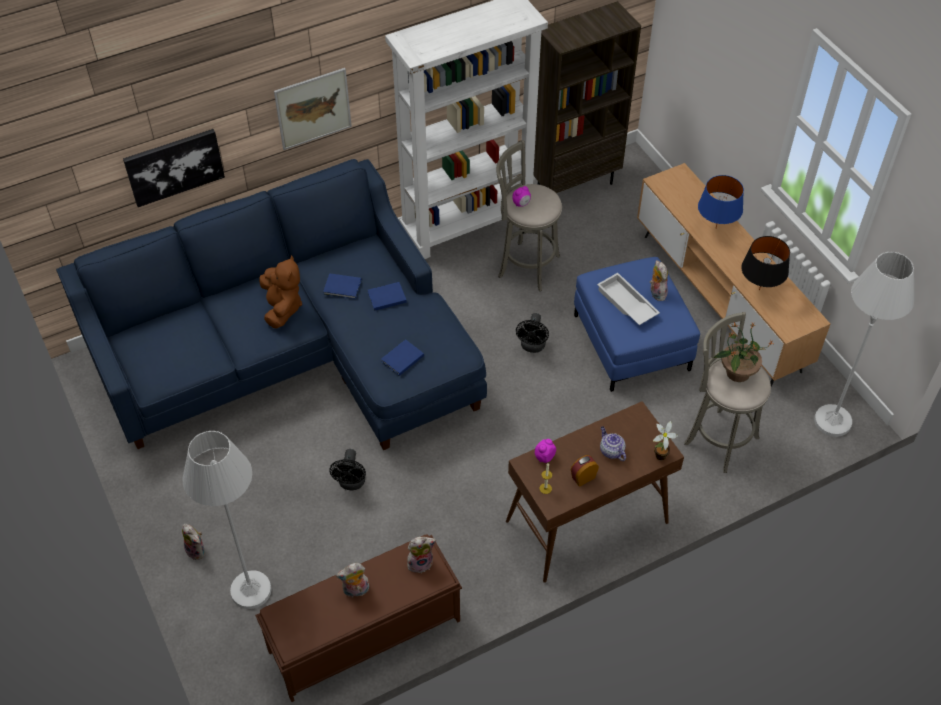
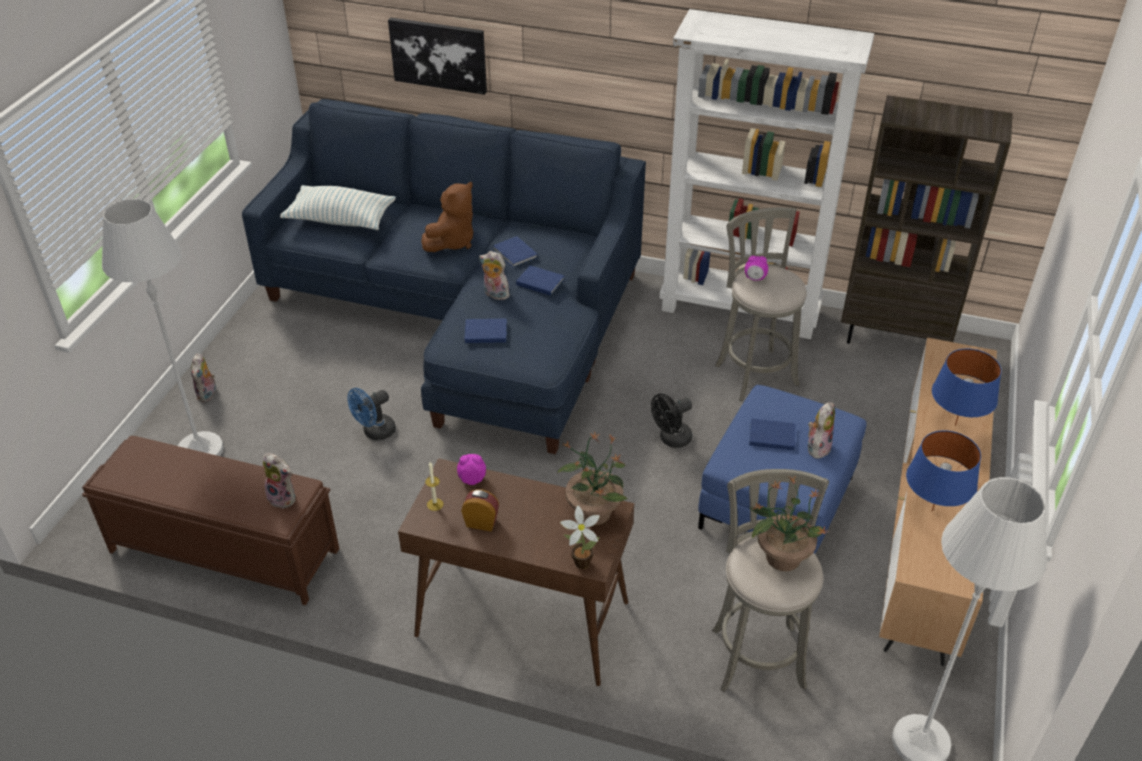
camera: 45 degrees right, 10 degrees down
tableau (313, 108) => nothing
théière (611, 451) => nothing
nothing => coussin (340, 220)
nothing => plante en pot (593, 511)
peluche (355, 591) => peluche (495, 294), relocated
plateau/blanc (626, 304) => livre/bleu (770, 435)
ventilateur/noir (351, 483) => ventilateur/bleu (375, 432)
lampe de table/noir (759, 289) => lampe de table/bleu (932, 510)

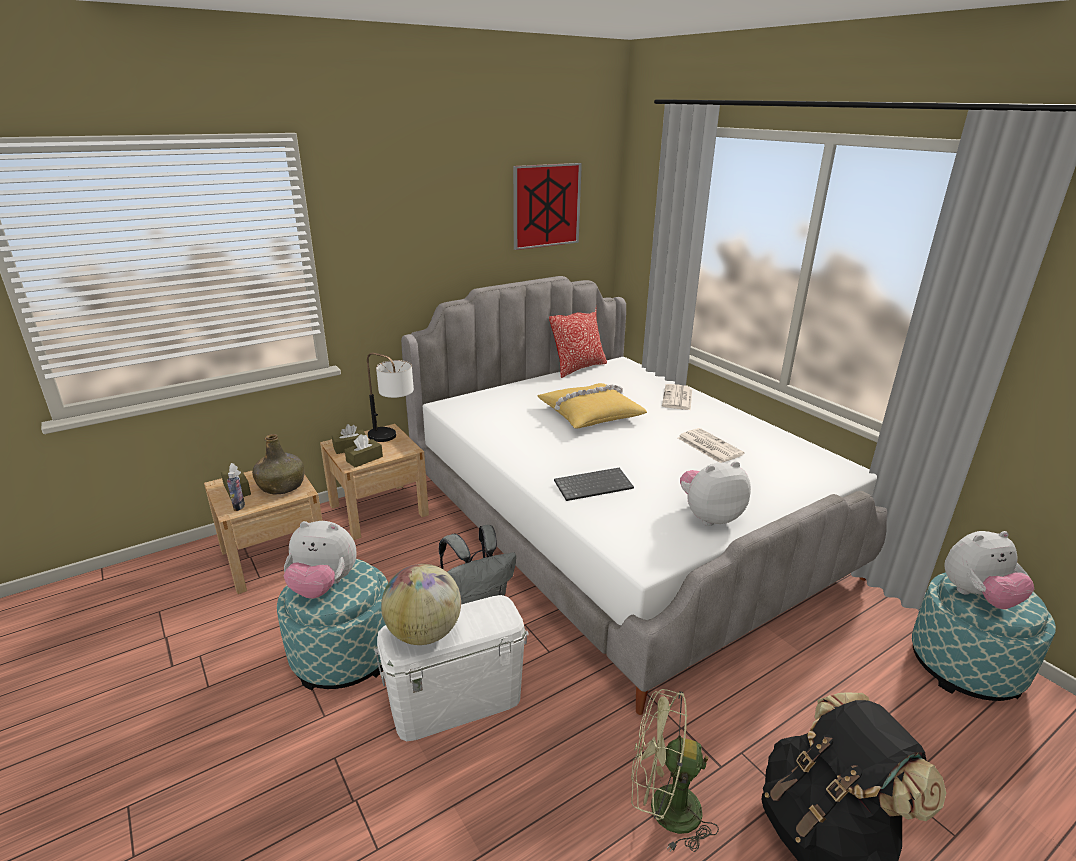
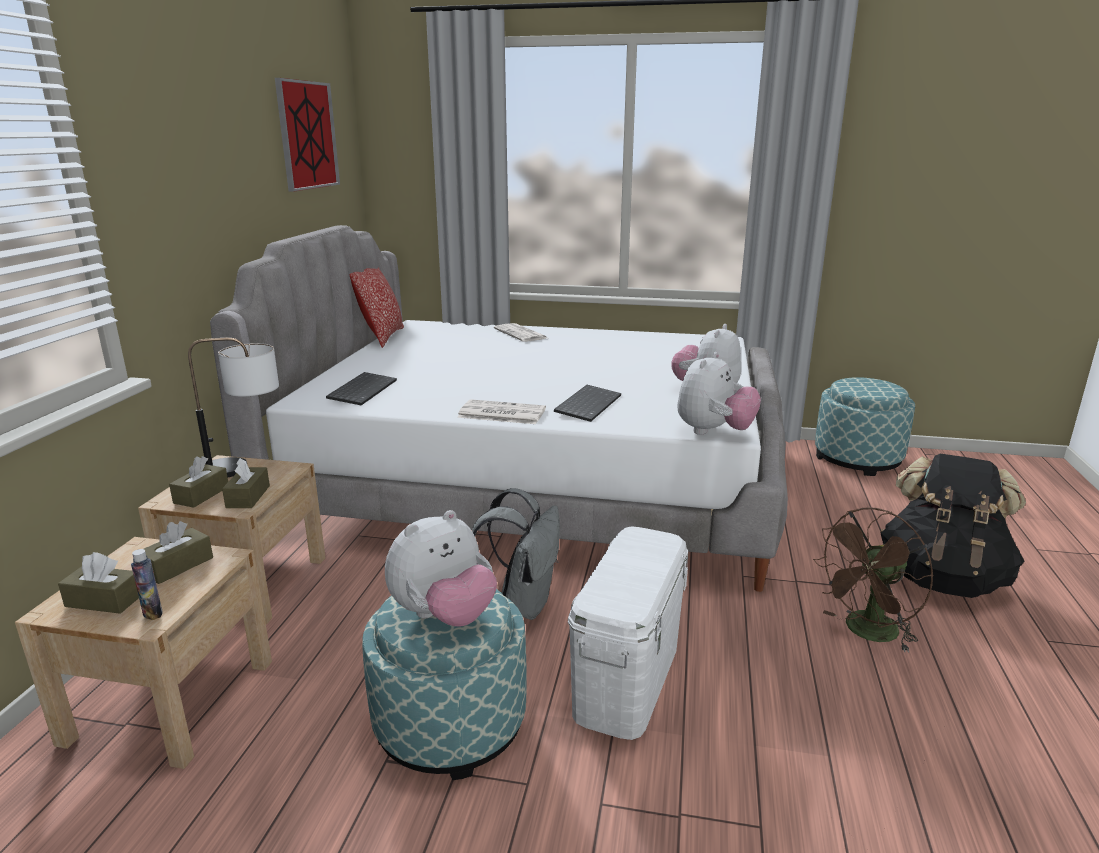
camera: 45 degrees left, 5 degrees down
globe (424, 633) => nothing
coussin/jaune (589, 414) => nothing
nothing => clavier (362, 390)
journal (708, 446) => journal (500, 413), relocated
peluche (977, 596) => peluche (714, 432), relocated
bouteille/vert (282, 486) => boîte à mouchoirs/marron (178, 566)
ventilateur/vert (663, 809) => ventilateur/marron (866, 633)

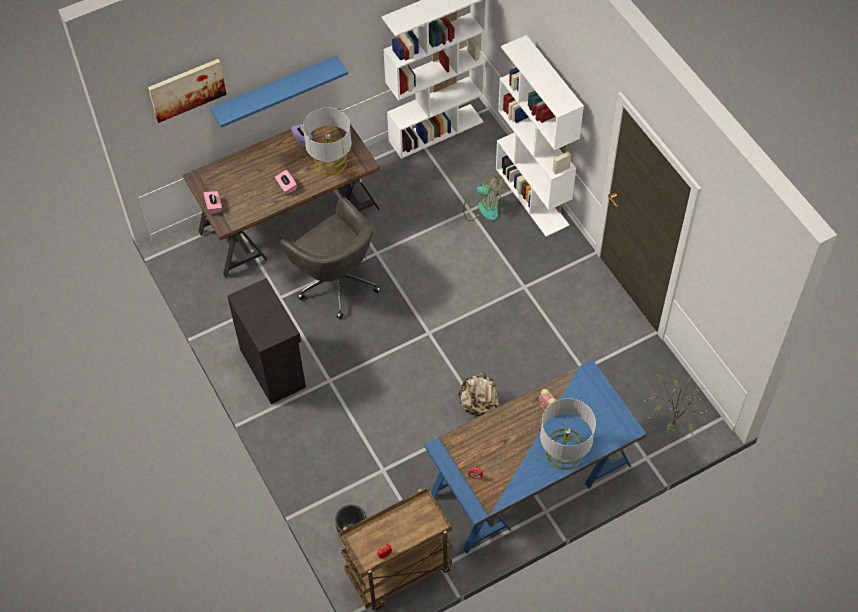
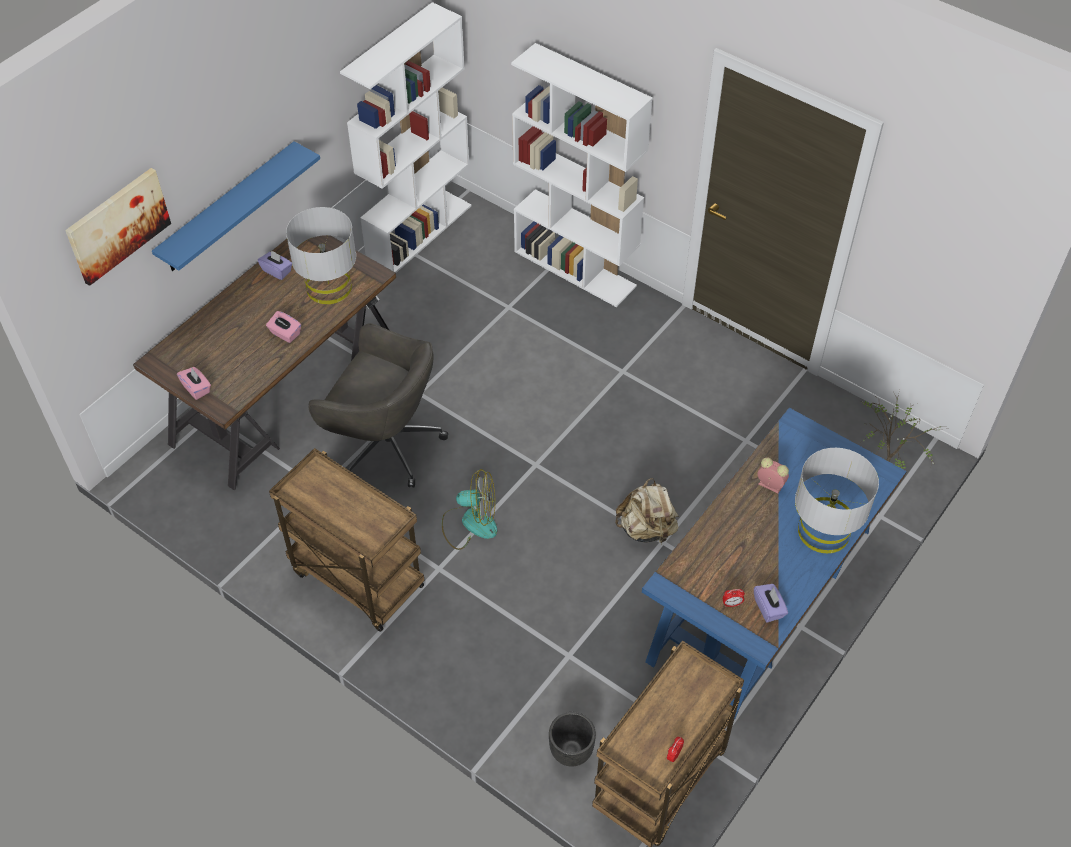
camera: 25 degrees left, 5 degrees down
nothing => boîte à mouchoirs/violet (769, 608)
ventilateur (483, 207) => ventilateur (470, 523), relocated
meuble de rangement/noir (273, 367) => chariot/marron (355, 579)

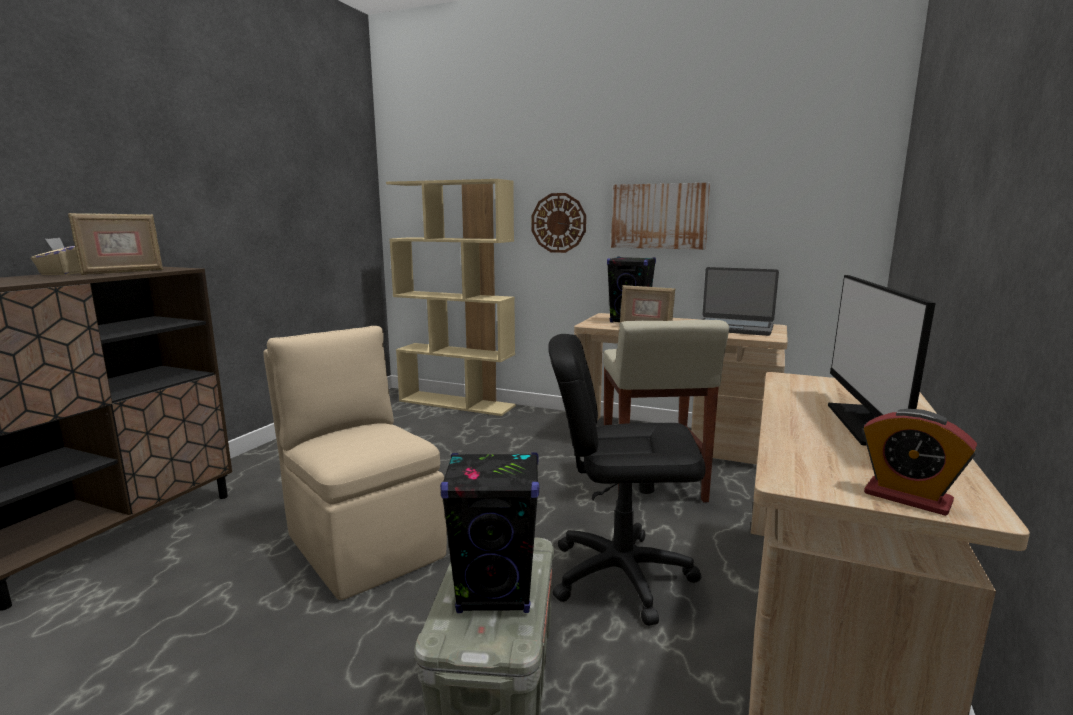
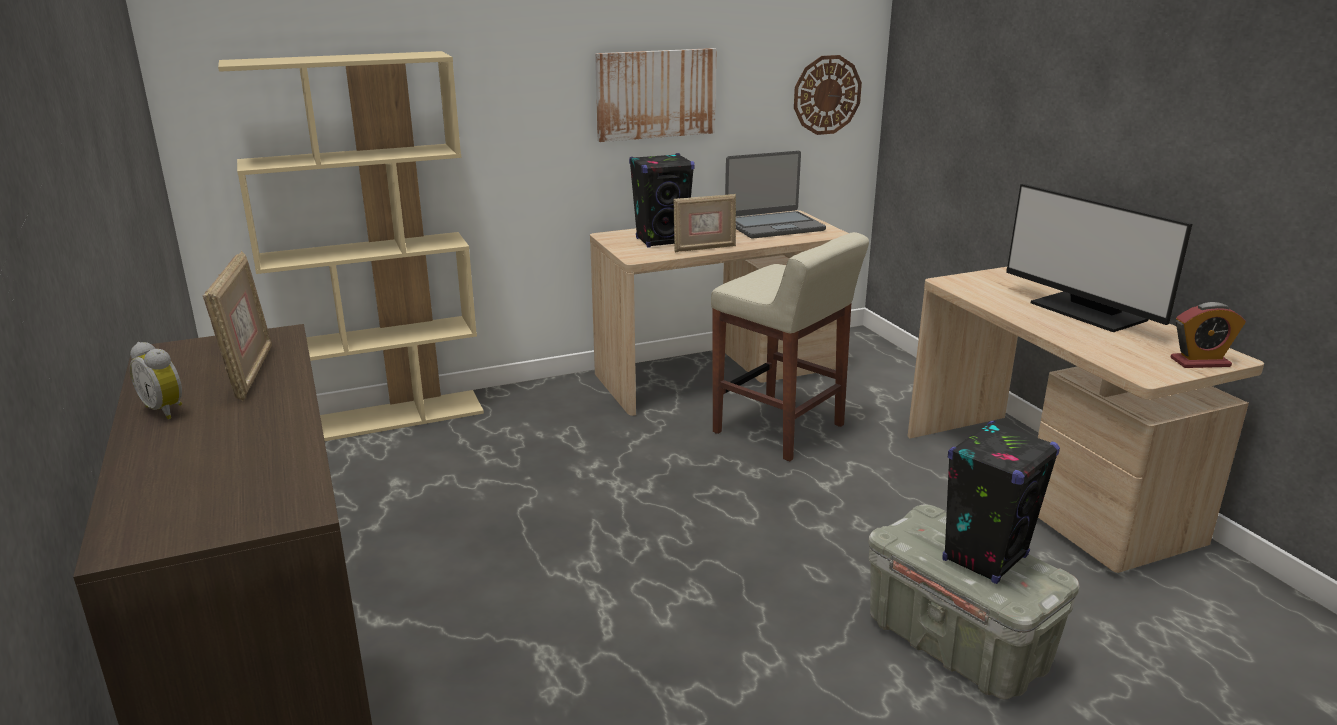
camera: 45 degrees left, 10 degrees up
chaise/beige (363, 543) => nothing
chaise de bureau/noir (620, 575) => nothing
horloge murale (558, 223) => horloge murale (827, 95), relocated
boîte à mouchoirs/beige (64, 273) => réveil (166, 410)

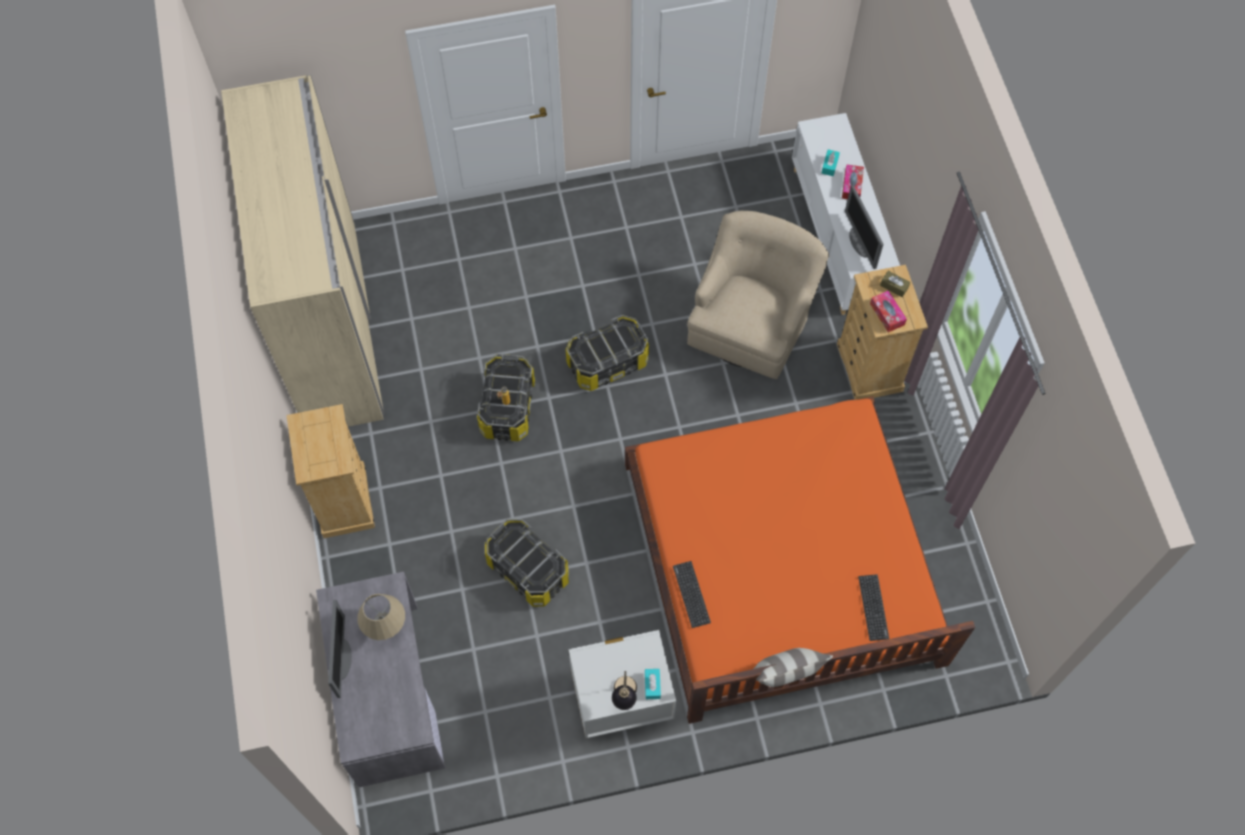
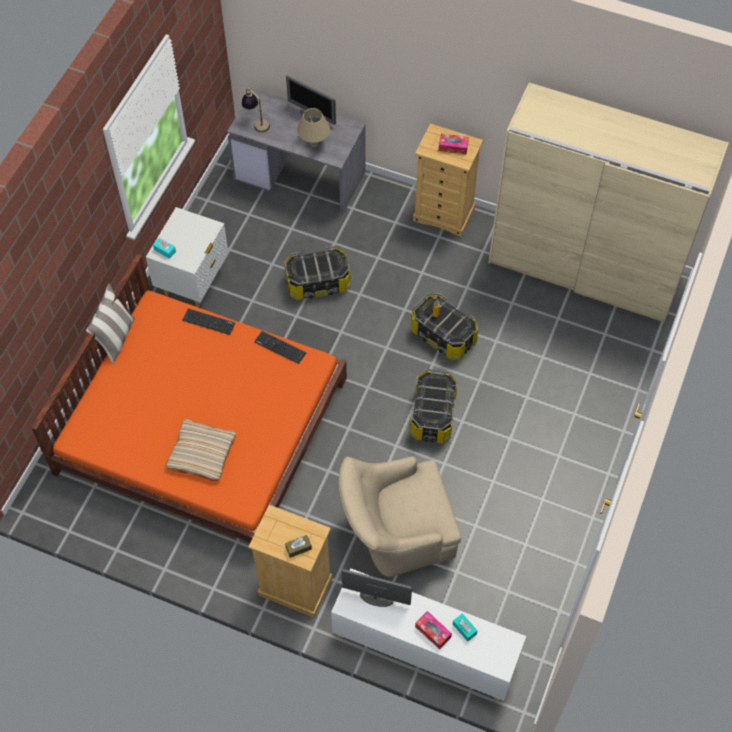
camera: 125 degrees right, 5 degrees down
nothing => coussin/beige (201, 452)
lampe de table (624, 697) => lampe de table (256, 123), relocated
clavier (873, 607) => clavier (280, 347), relocated
boîte à mouchoirs (887, 314) => boîte à mouchoirs (453, 147), relocated
fauteuil/beige (751, 321) => fauteuil/beige (396, 531), 105 degrees clockwise

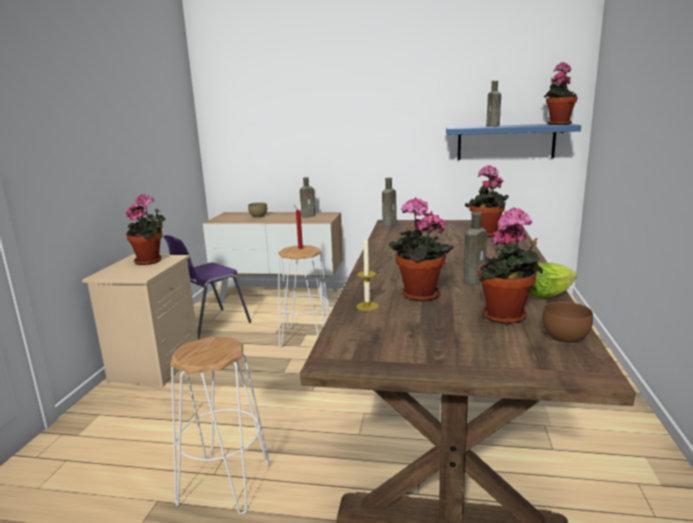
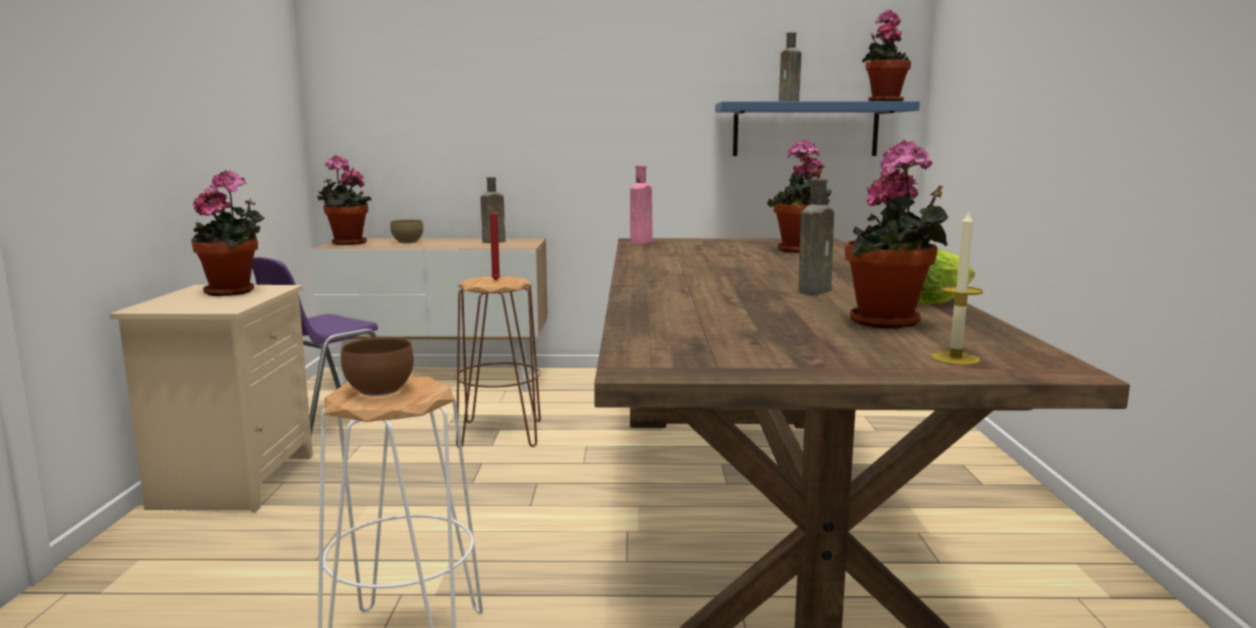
camera: 10 degrees left, 5 degrees down
bougie (367, 306) => bougie (955, 359), relocated
plante en pot (418, 296) => plante en pot (346, 243), relocated
bol/marron (564, 339) => bol/marron (377, 391), relocated
tabouret/blanc (305, 337) => tabouret/marron (500, 433)
bouteille/marron (390, 224) => bouteille/rose (642, 242)

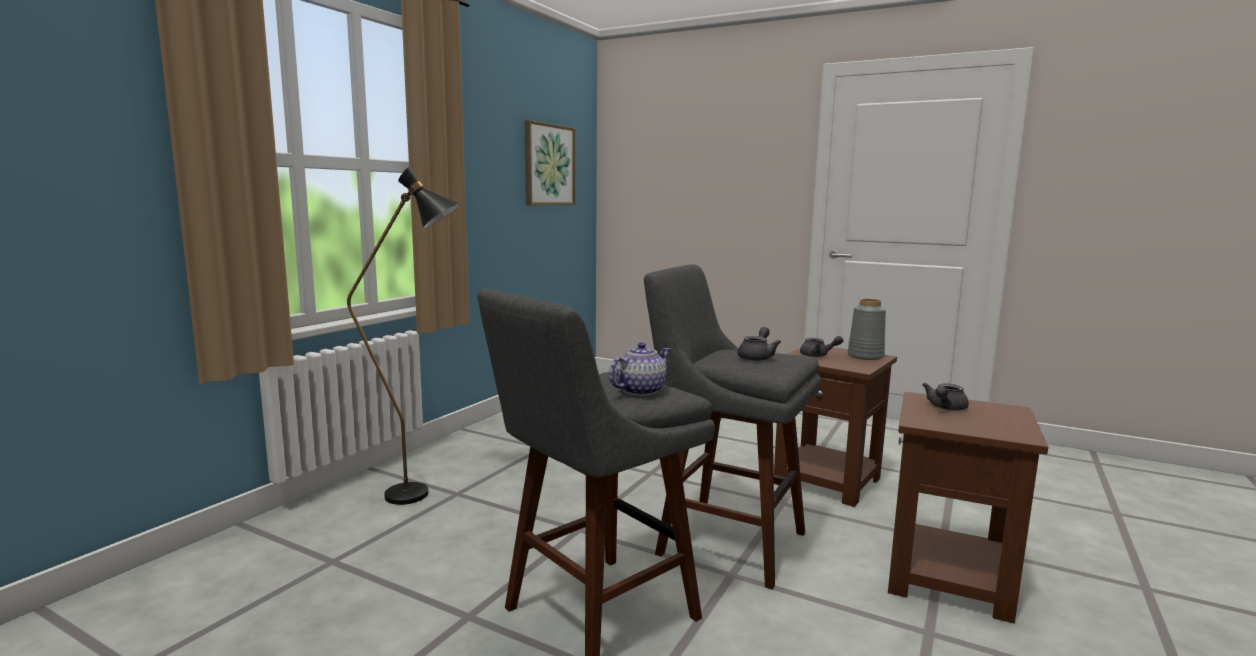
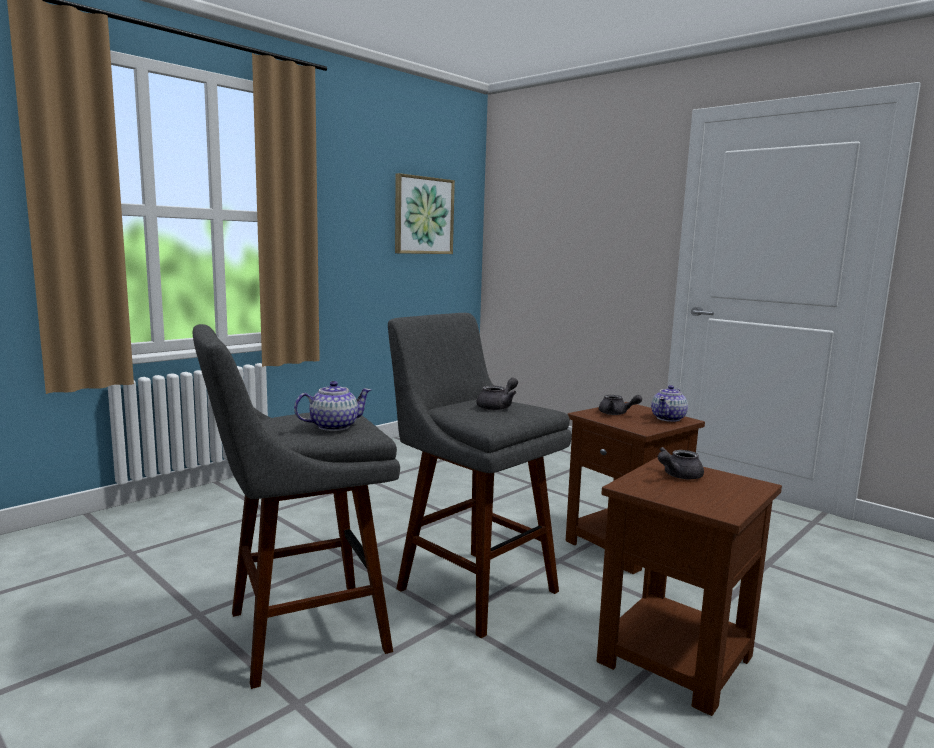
camera: 15 degrees right, 0 degrees up
lampadaire/noir (423, 495) => nothing
vase/gris (866, 356) => théière (668, 418)

